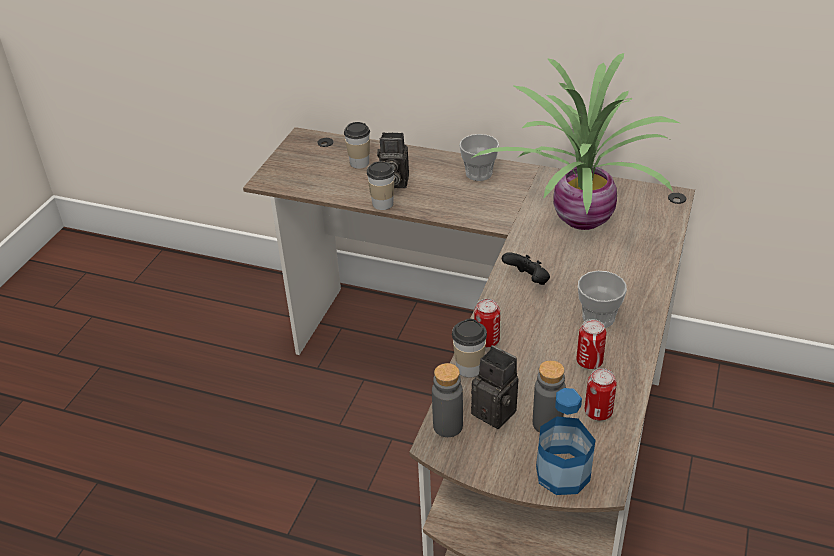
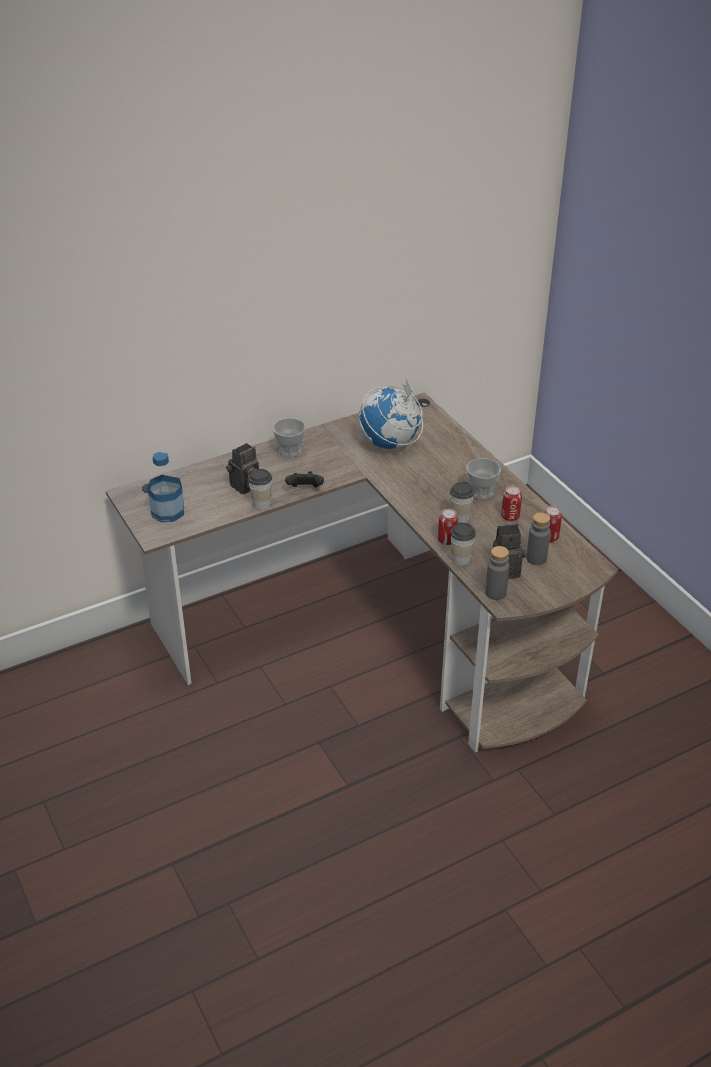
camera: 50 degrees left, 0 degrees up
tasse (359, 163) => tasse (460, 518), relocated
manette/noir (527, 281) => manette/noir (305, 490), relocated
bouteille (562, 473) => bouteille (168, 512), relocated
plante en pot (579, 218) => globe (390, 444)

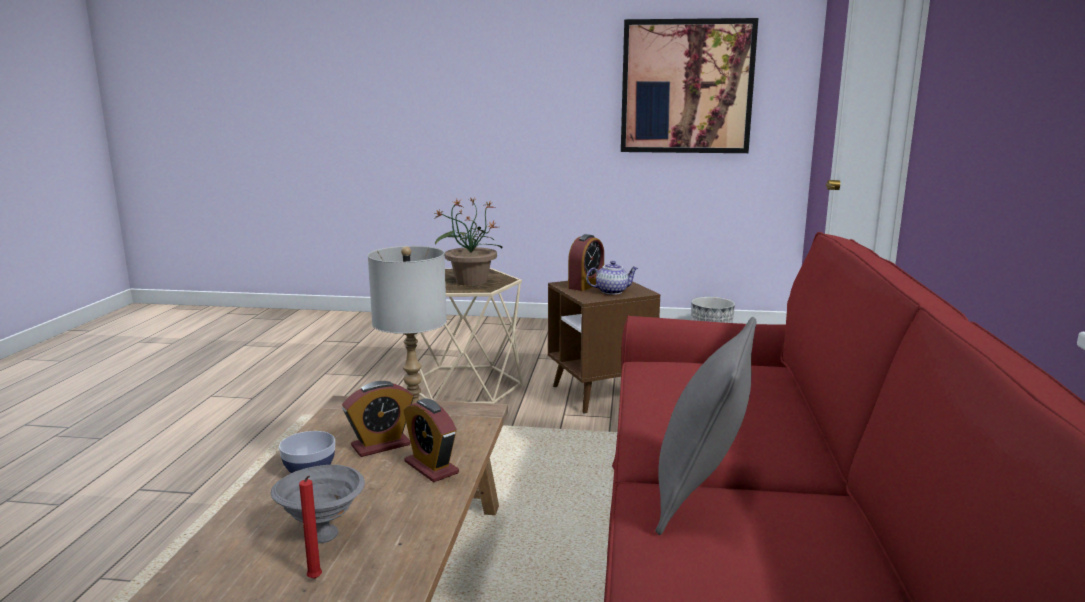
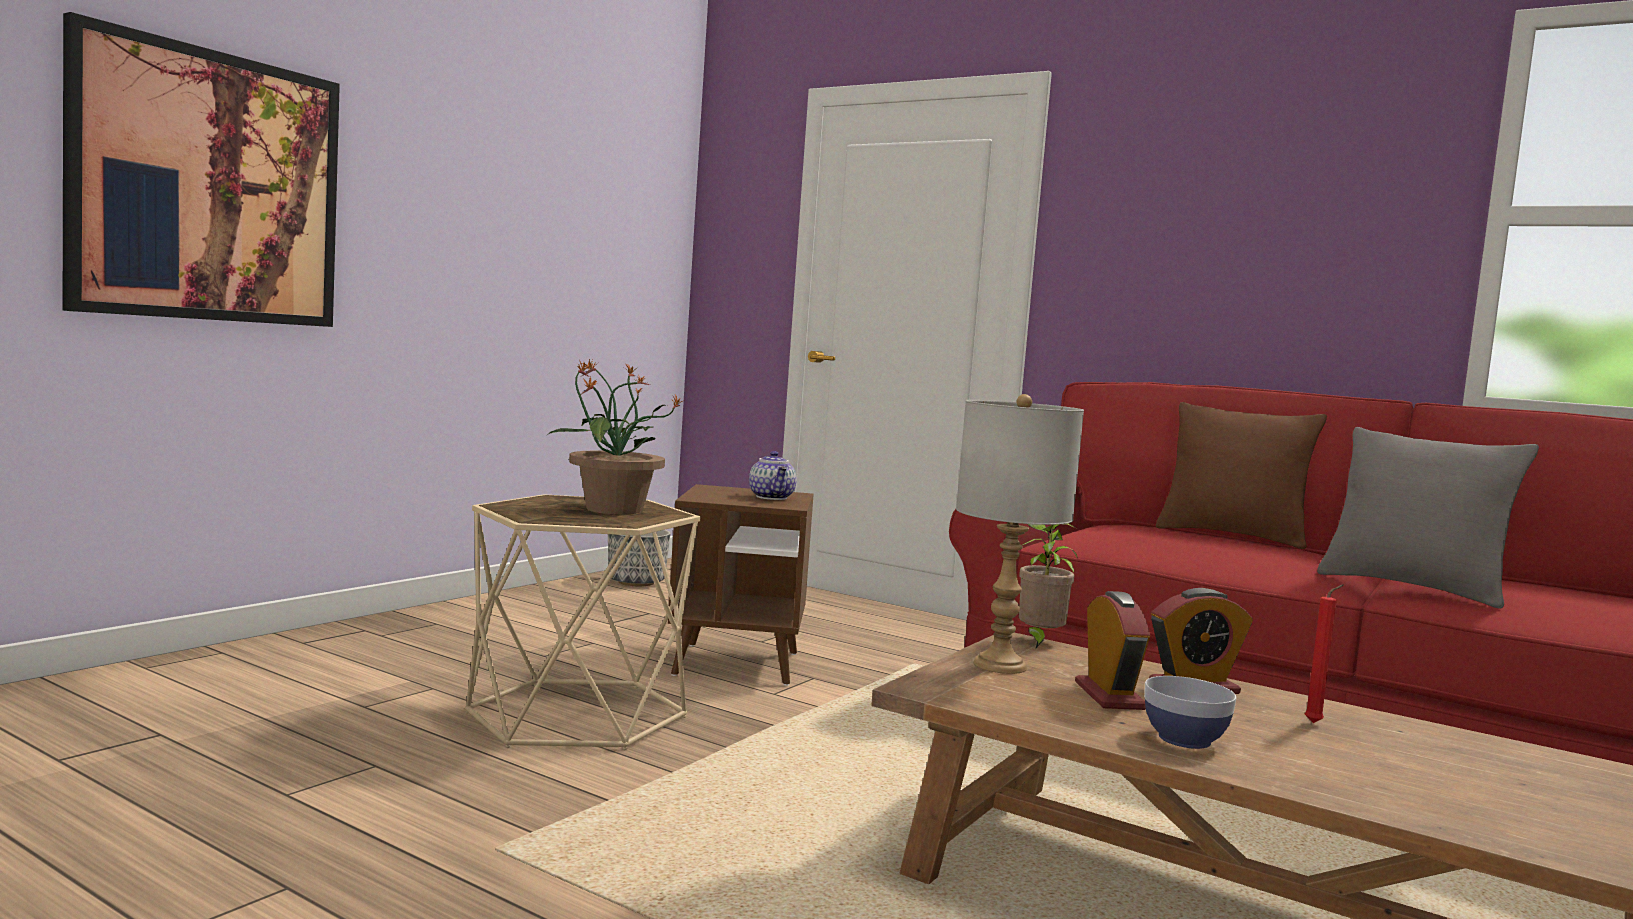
camera: 65 degrees left, 10 degrees down
bol/gris (321, 534) => nothing
réveil (586, 285) => nothing
nothing => plante en pot (1039, 642)
nothing => coussin/marron (1231, 536)
bougie/rouge (315, 580) => bougie/rouge (1316, 723), relocated
tableau (686, 87) => tableau (209, 187), relocated
théière (611, 291) => théière (772, 497), 150 degrees clockwise

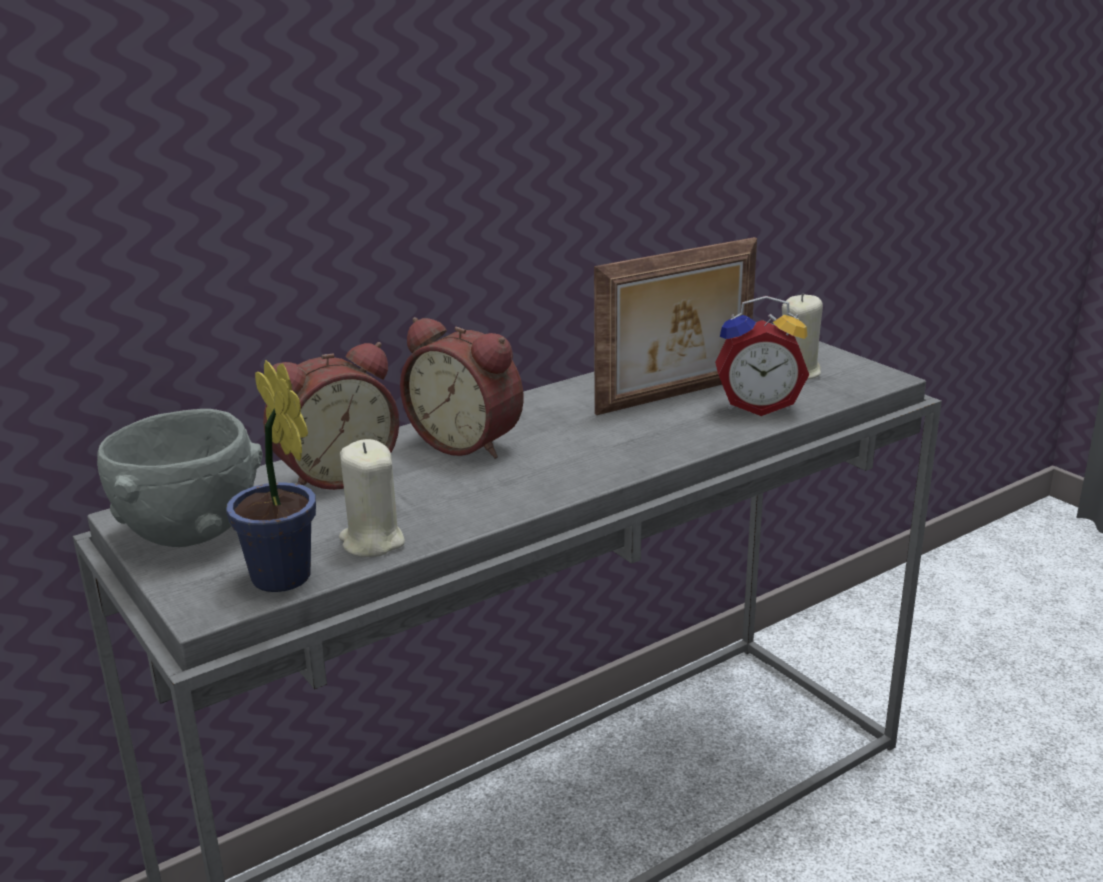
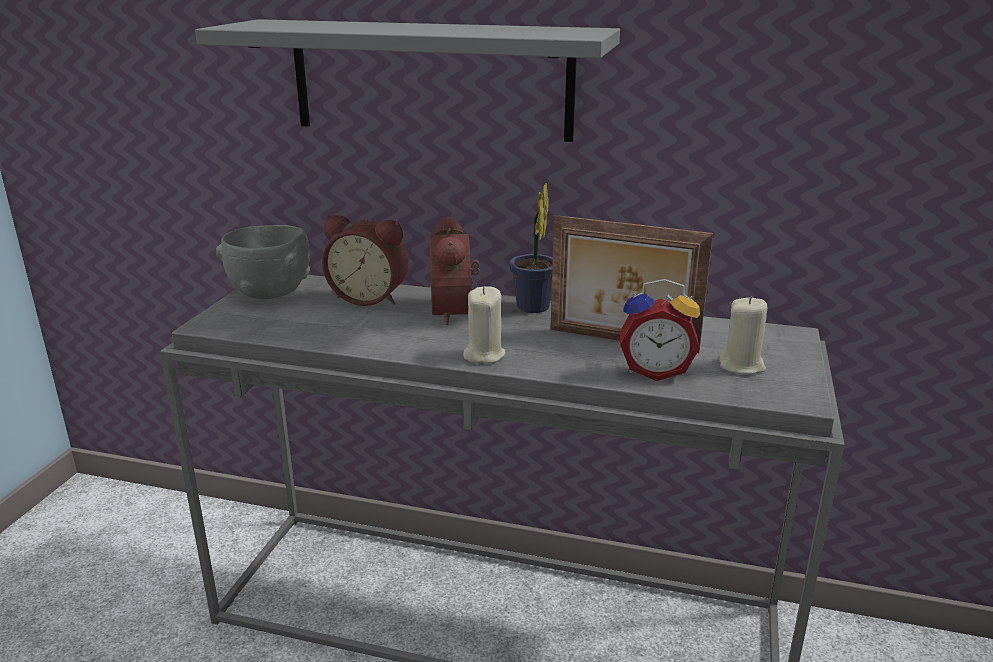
camera: 50 degrees right, 0 degrees up
nothing => étagère/gris (430, 79)
plante en pot (285, 581) => plante en pot (532, 309), relocated
bougie/beige (372, 542) => bougie/beige (484, 355), relocated
réveil (758, 406) => réveil (655, 371), 45 degrees counterclockwise

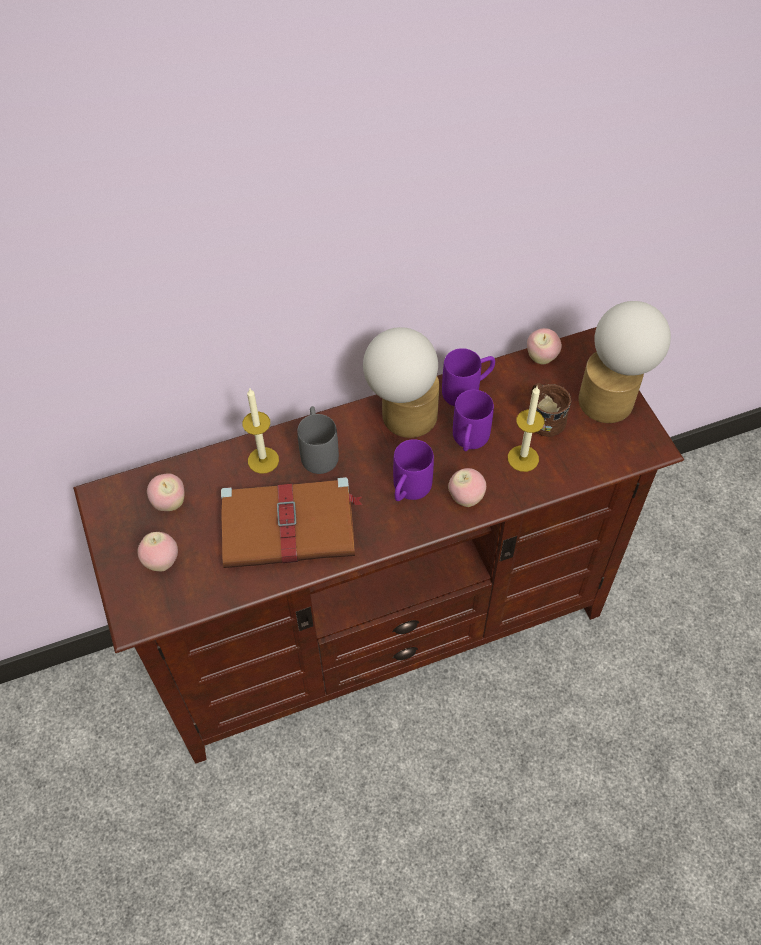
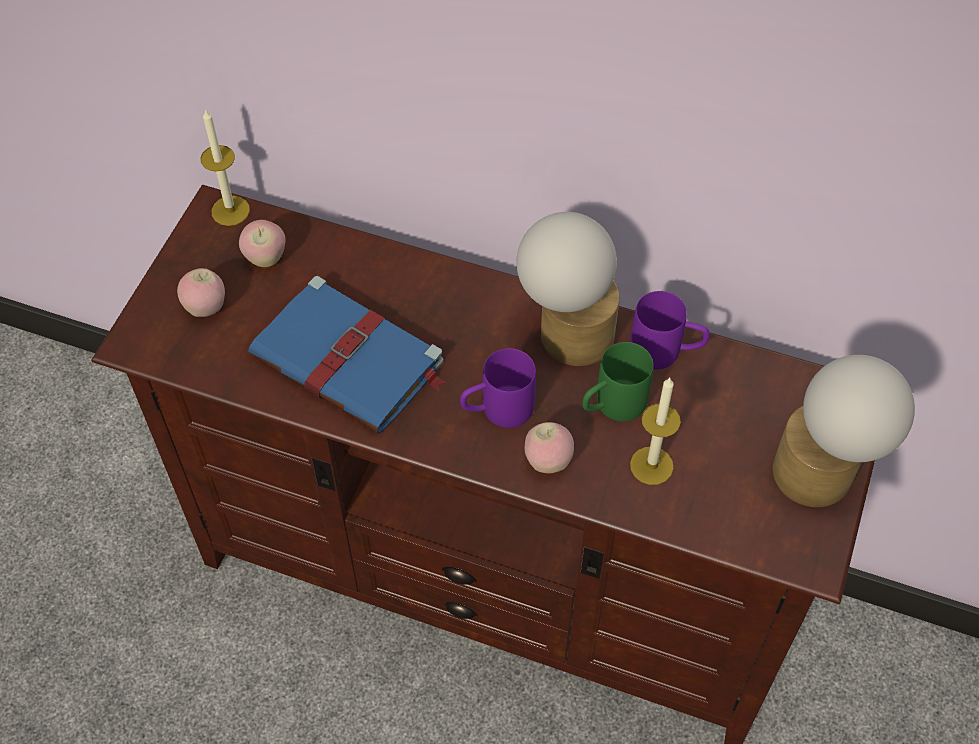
camera: 40 degrees right, 0 degrees up
mug/gris (318, 451) => nothing
pomme (541, 358) => nothing
mug/marron (544, 418) => nothing
bougie (263, 460) => bougie (230, 210), relocated
livre/marron (290, 526) => livre/bleu (350, 360)
mug/violet (469, 442) => mug/vert (611, 406)

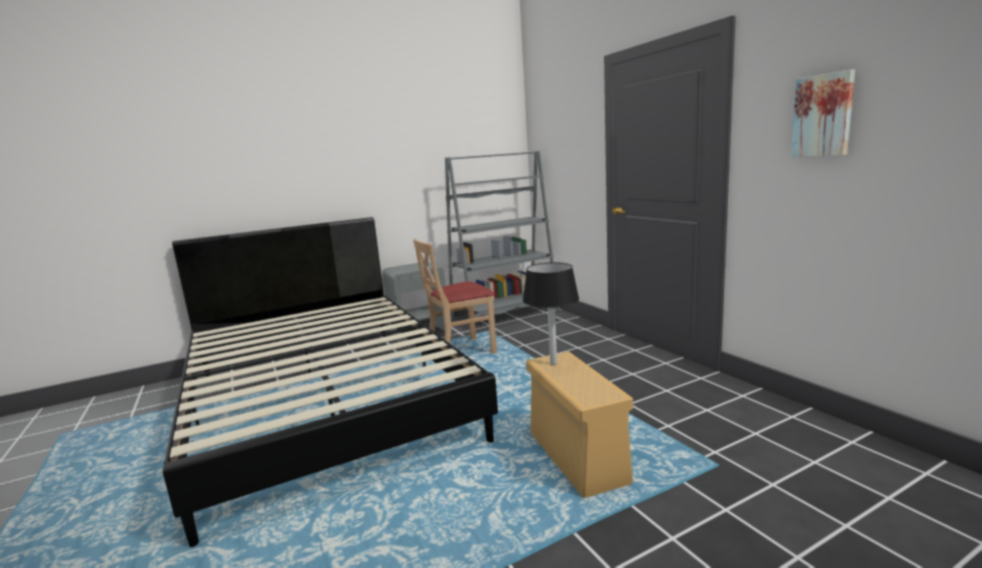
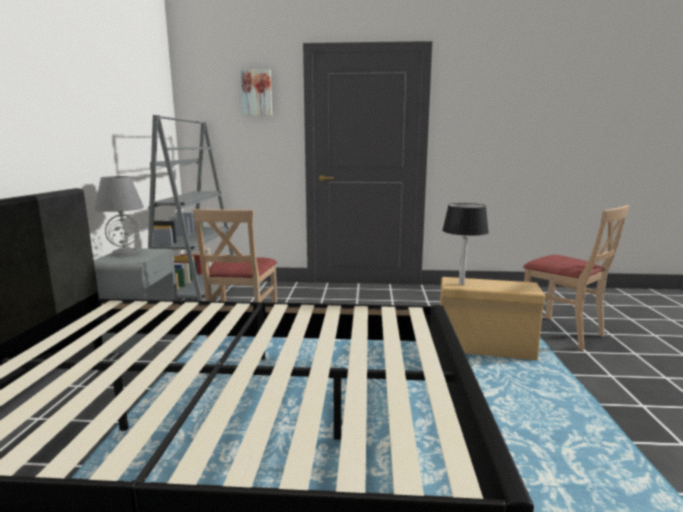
camera: 60 degrees left, 0 degrees up
nothing => lampe de table/gris (125, 253)
nothing => chaise/beige (561, 332)
tableau (823, 115) => tableau (257, 93), relocated

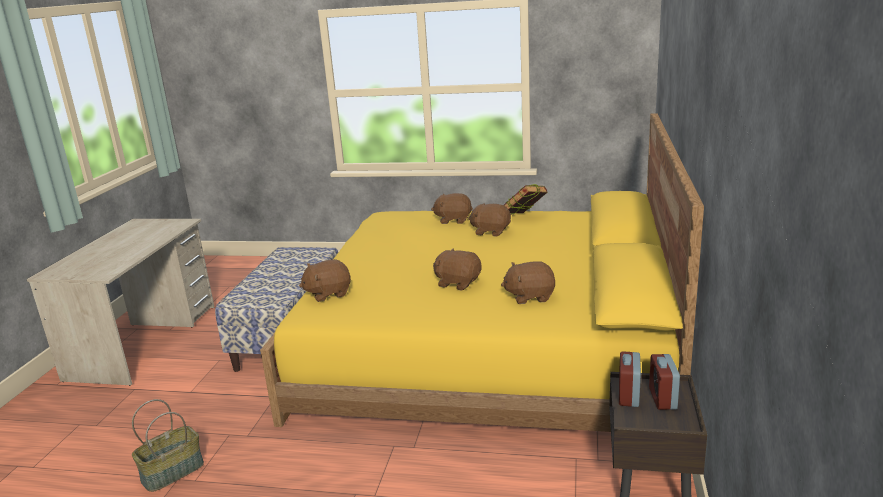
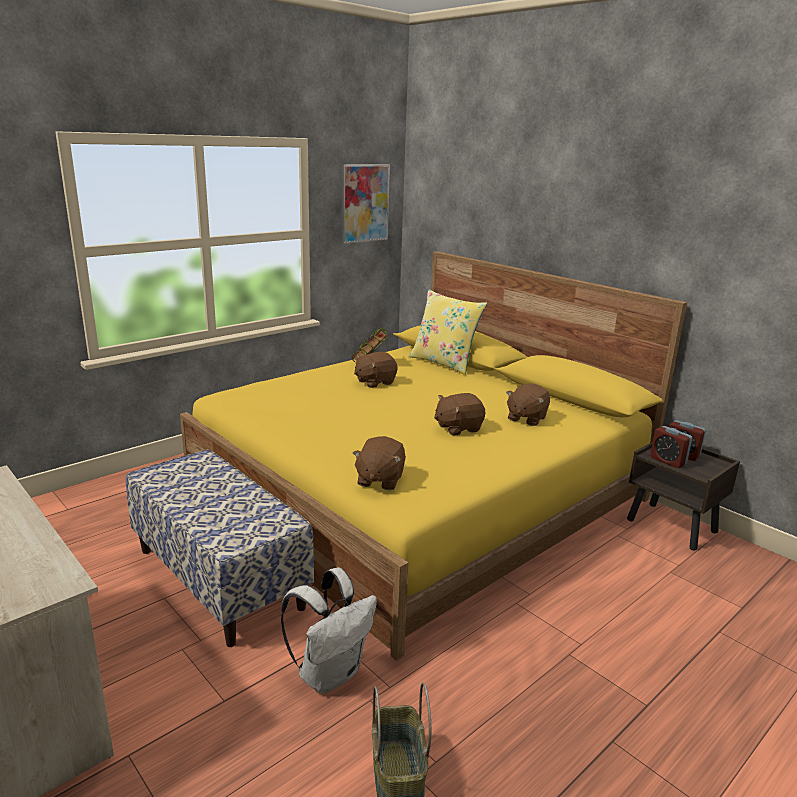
camera: 55 degrees left, 0 degrees up
peluche/marron (453, 220) => nothing
nothing => sac à dos/blanc (330, 673)
nothing => tableau (364, 203)
nothing => coussin/jaune (444, 363)

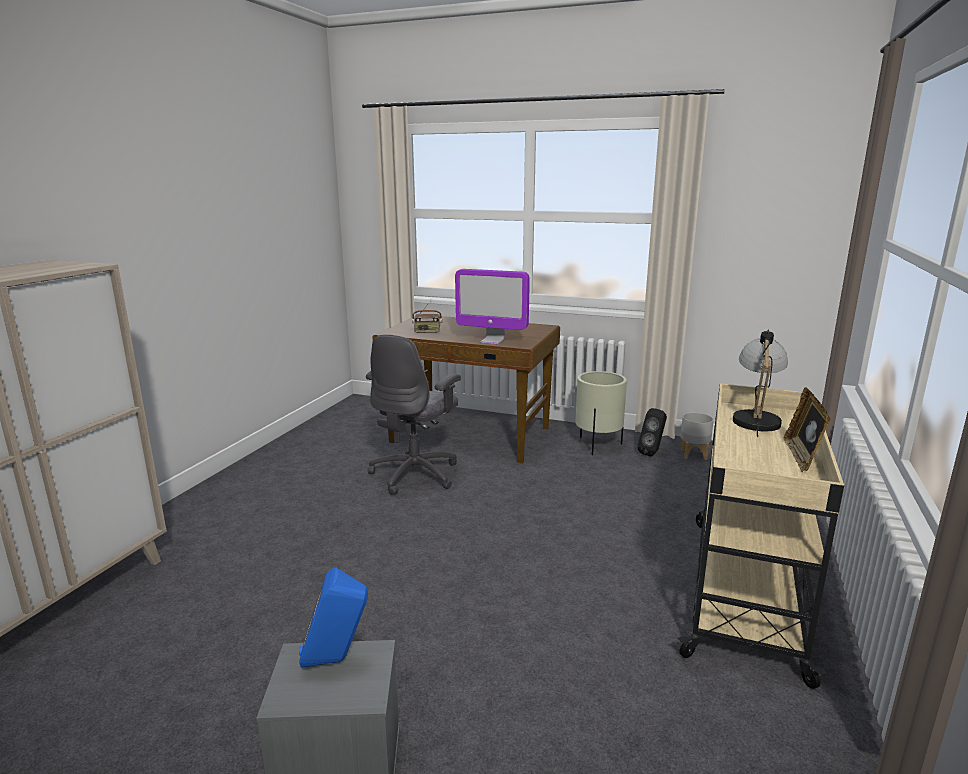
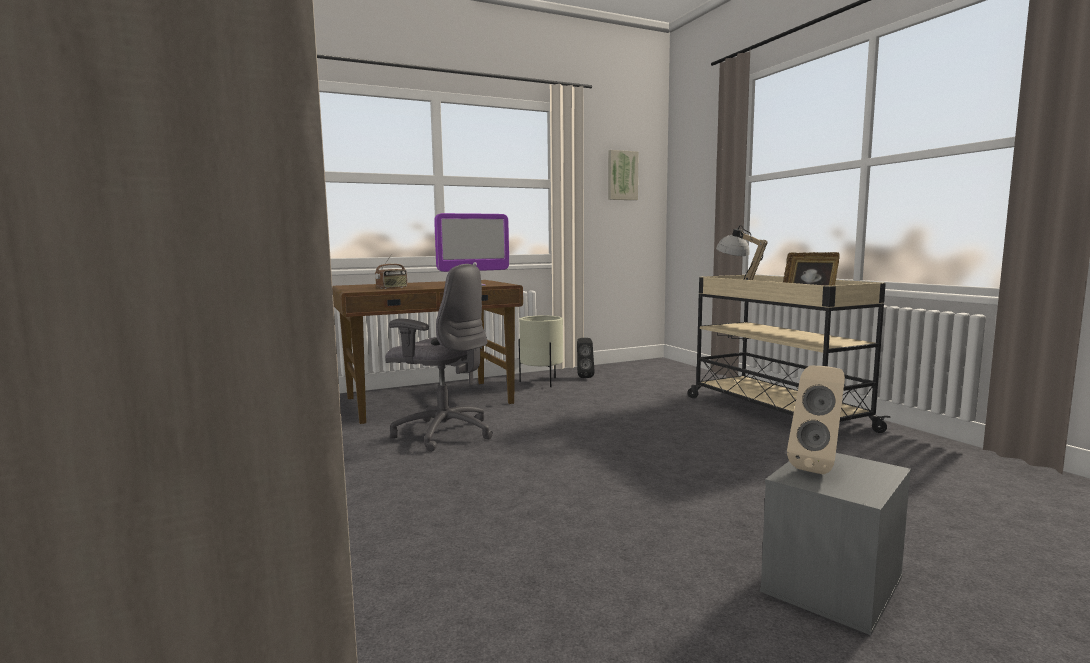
camera: 45 degrees left, 10 degrees down
cache-pot/gris (694, 455) => nothing
nothing => tableau (622, 175)
enceinte/bleu (337, 660) => enceinte/beige (818, 467)
chaise de bureau/gris (416, 474) => chaise de bureau/gris (443, 433), 45 degrees counterclockwise

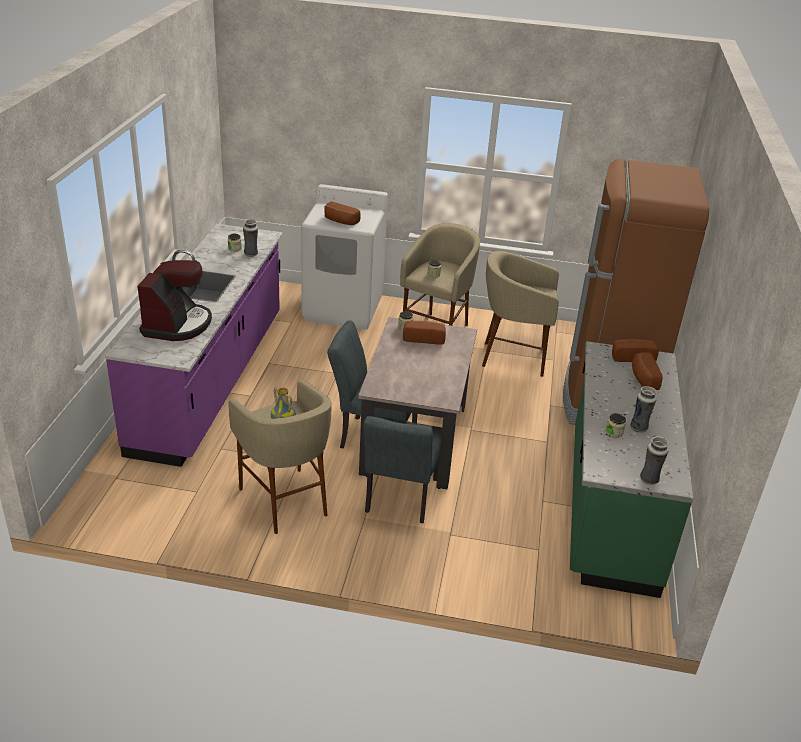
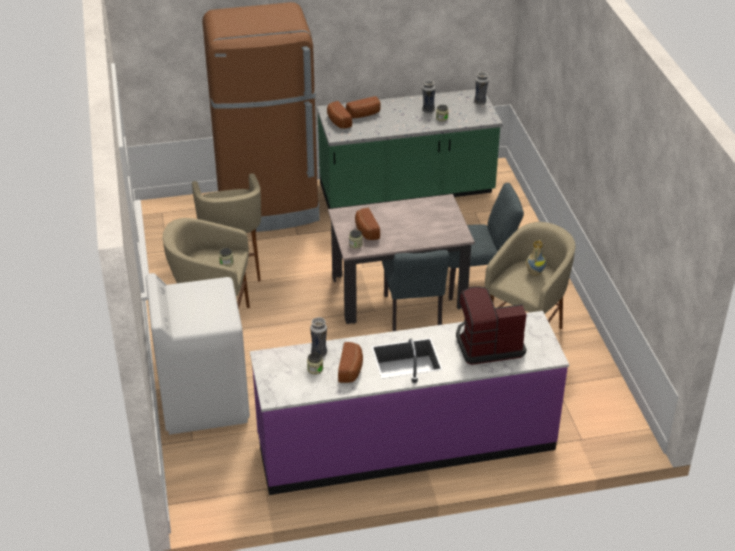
camera: 110 degrees left, 5 degrees up
pain (340, 221) => pain (351, 369), relocated

